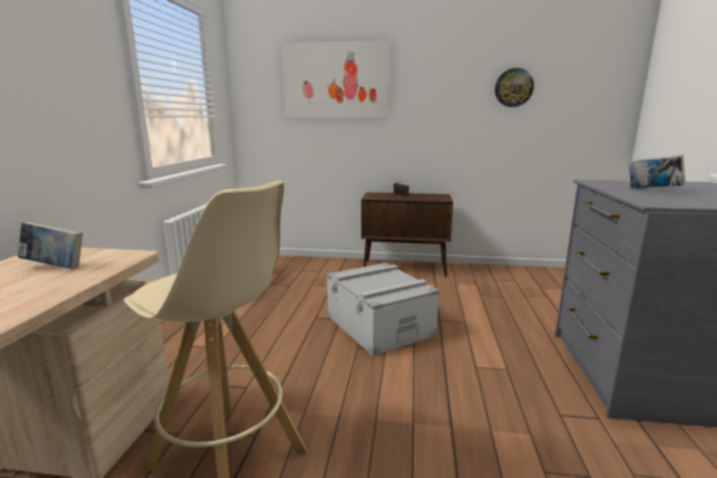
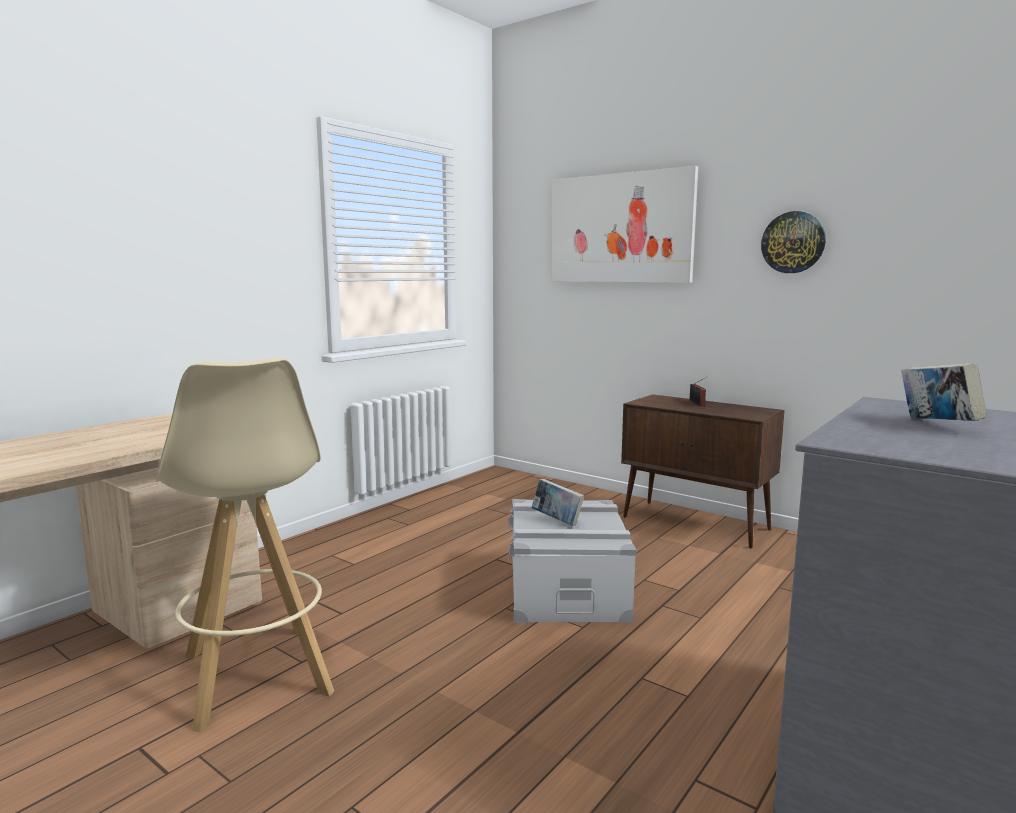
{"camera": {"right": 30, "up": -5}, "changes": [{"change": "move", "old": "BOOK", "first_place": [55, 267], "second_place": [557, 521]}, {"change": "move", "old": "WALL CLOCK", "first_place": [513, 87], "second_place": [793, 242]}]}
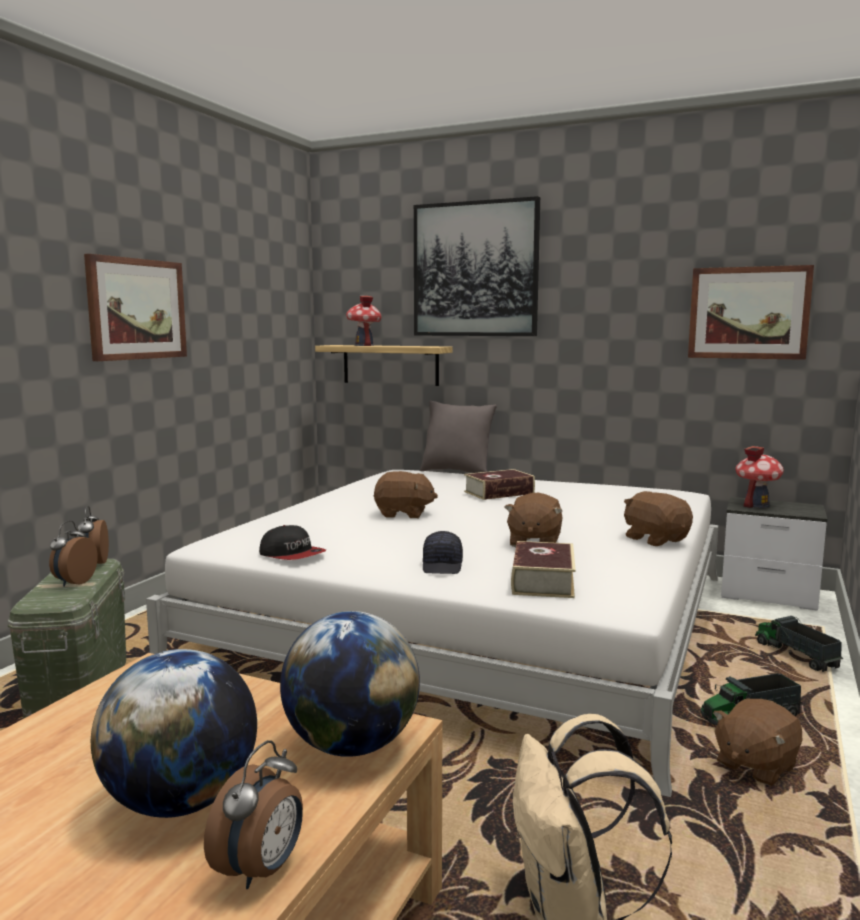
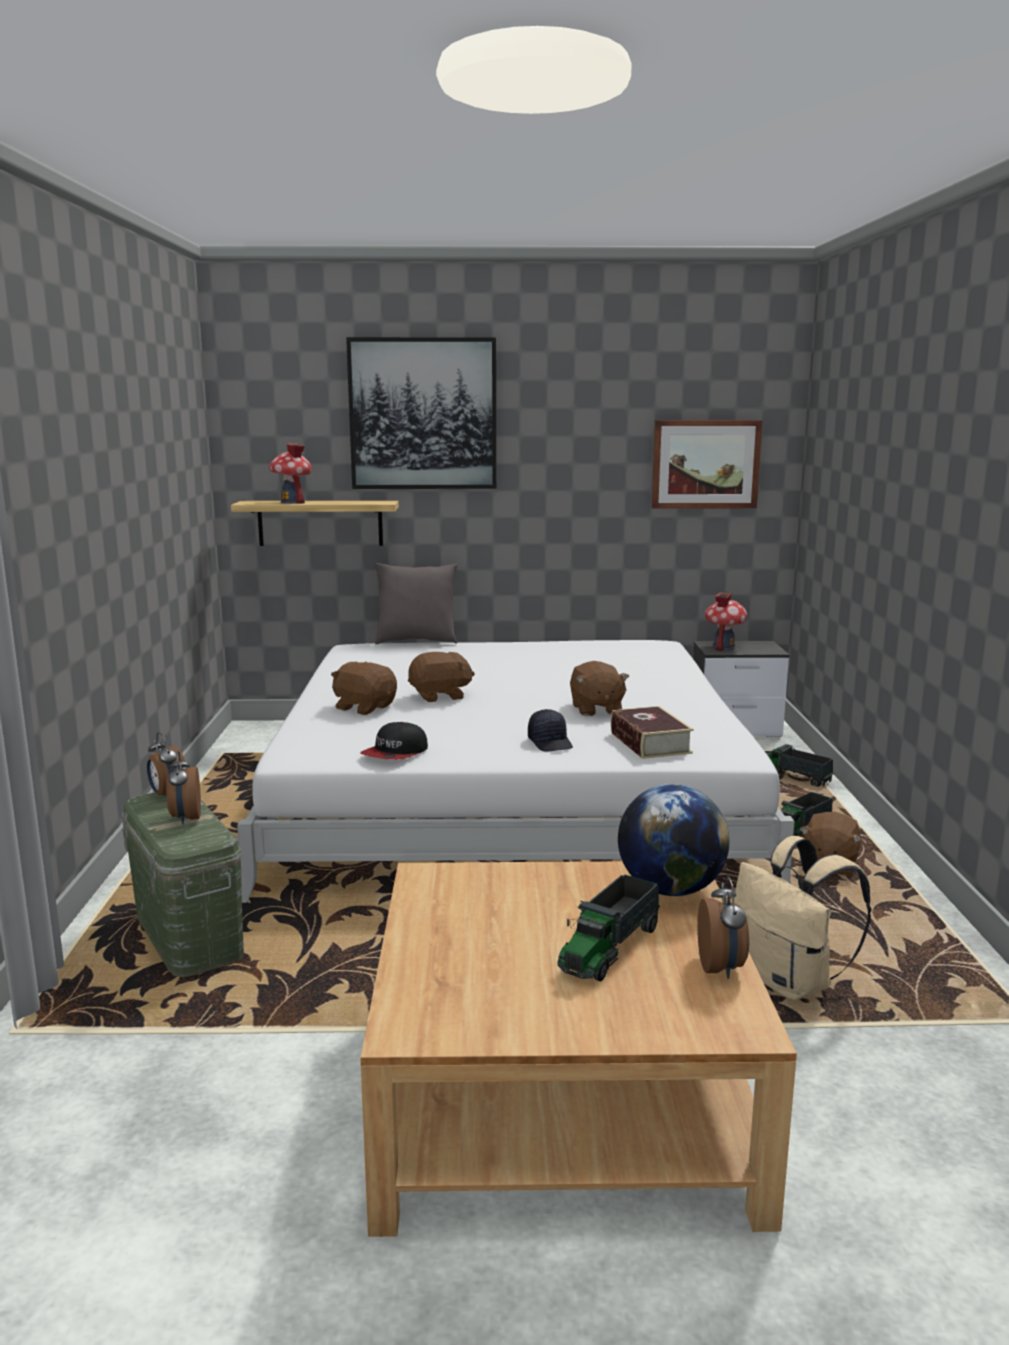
{"camera": {"right": -25, "up": 5}, "changes": [{"change": "move", "old": "BROWN PLUSH TOY", "first_place": [655, 539], "second_place": [364, 707]}, {"change": "rotate", "old": "CAP", "first_place": [292, 555], "second_place": [395, 753], "degrees": 105}, {"change": "replace", "old": "GLOBE", "new": "TOY TRUCK", "first_place": [181, 801], "second_place": [610, 949]}, {"change": "delete", "old": "PICTURE", "first_place": [136, 309]}, {"change": "delete", "old": "BOOK", "first_place": [499, 493]}]}
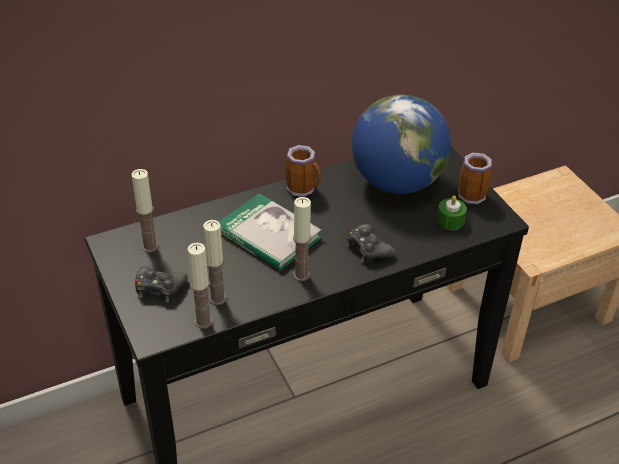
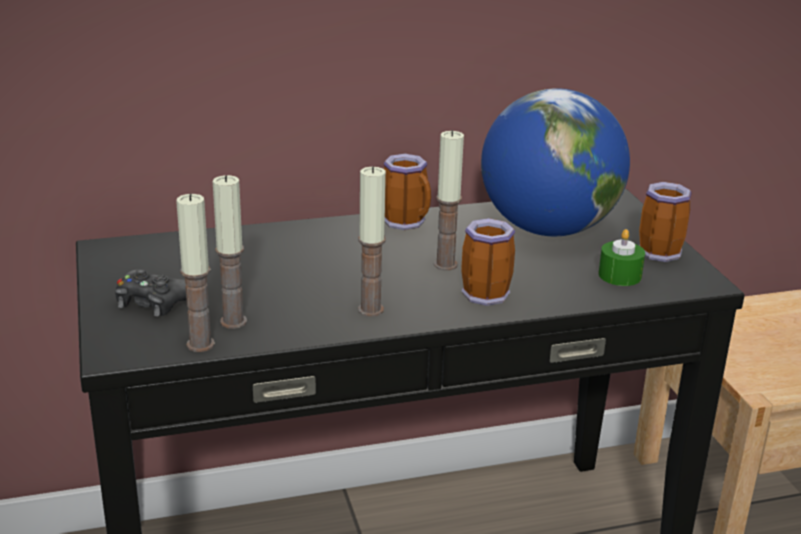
{"camera": {"right": 10, "up": -15}, "changes": [{"change": "move", "old": "CANDLE", "first_place": [150, 246], "second_place": [445, 265]}, {"change": "replace", "old": "BLACK GAME CONTROLLER", "new": "MUG", "first_place": [368, 249], "second_place": [483, 292]}, {"change": "delete", "old": "BOOK", "first_place": [268, 235]}]}
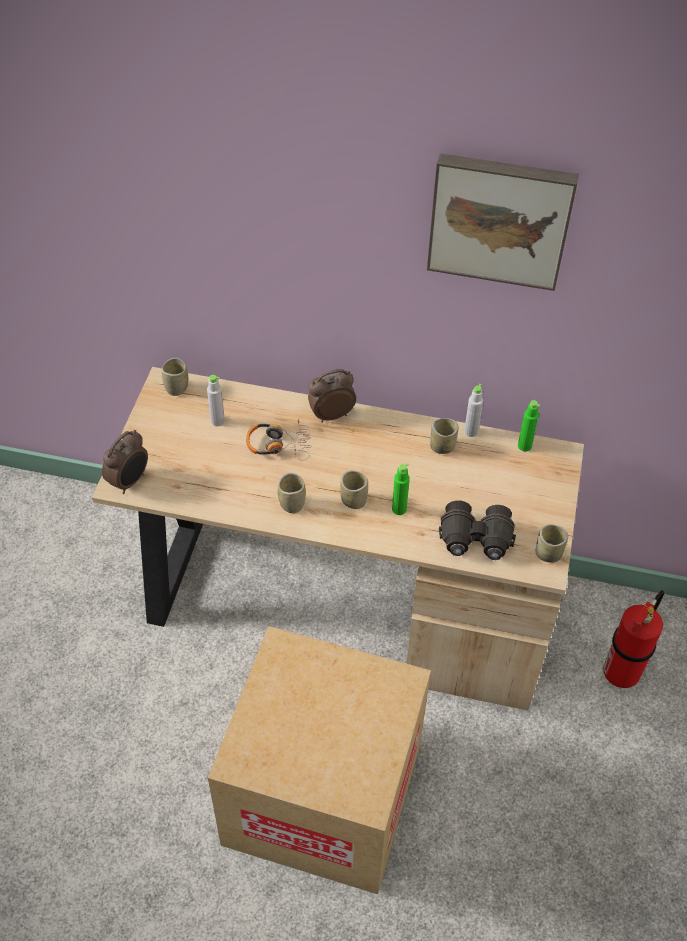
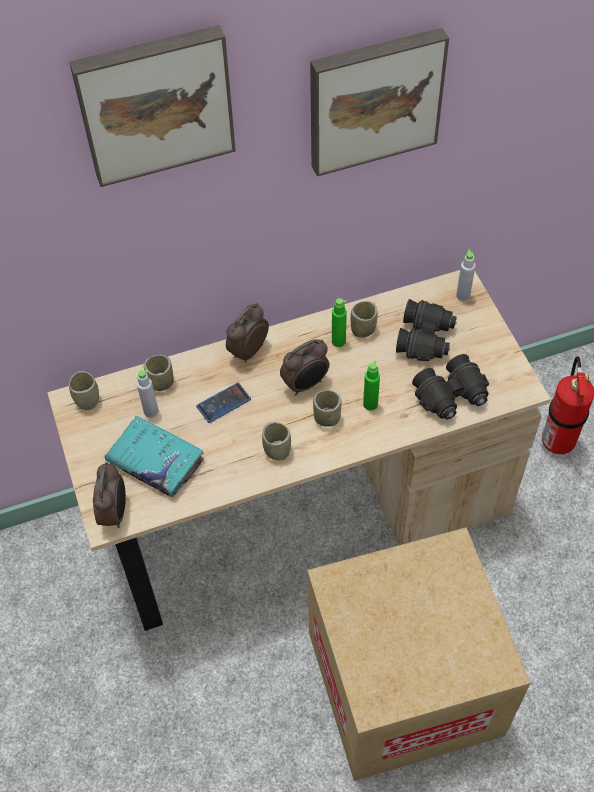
{"camera": {"right": -30, "up": 5}, "changes": [{"change": "insert", "new": "PICTURE", "second_place": [155, 103]}, {"change": "insert", "new": "TURQUOISE BOOK", "second_place": [155, 461]}, {"change": "move", "old": "CUP", "first_place": [548, 554], "second_place": [161, 382]}, {"change": "replace", "old": "HEADPHONES", "new": "PHONE", "first_place": [279, 444], "second_place": [223, 403]}, {"change": "insert", "new": "ALARM CLOCK", "second_place": [306, 384]}, {"change": "move", "old": "GREEN BOTTLE", "first_place": [524, 446], "second_place": [338, 341]}, {"change": "insert", "new": "BLACK BINOCULARS", "second_place": [425, 338]}, {"change": "move", "old": "GREY BOTTLE", "first_place": [471, 431], "second_place": [463, 296]}]}
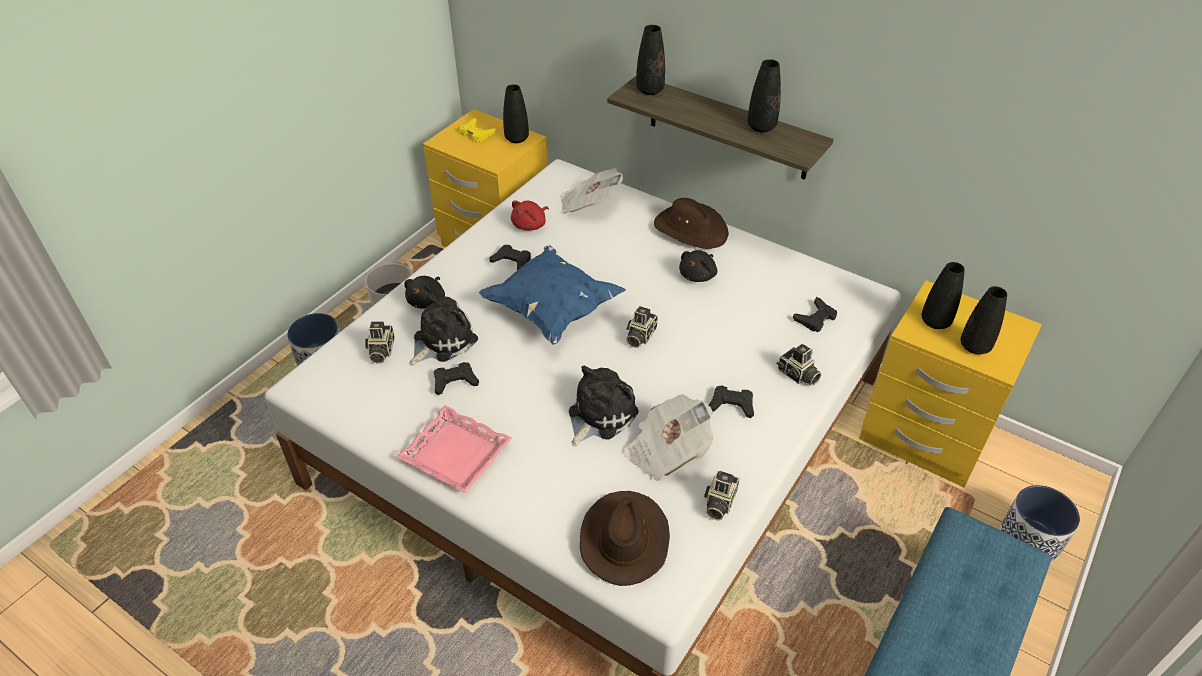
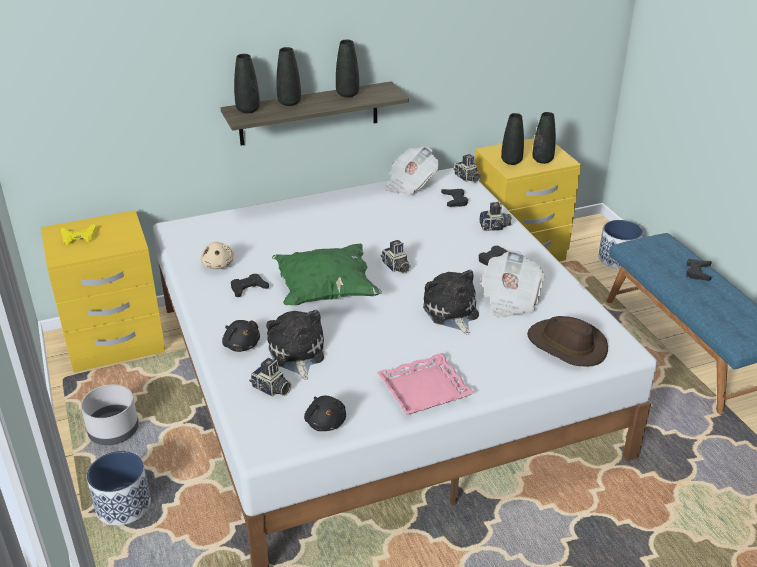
{"camera": {"right": -55, "up": -10}, "changes": [{"change": "recolor", "old": "RED PLUSH TOY", "new": "BEIGE PLUSH TOY", "first_place": [530, 225], "second_place": [218, 264]}, {"change": "recolor", "old": "BLUE PILLOW", "new": "GREEN PILLOW", "first_place": [552, 310], "second_place": [325, 291]}, {"change": "move", "old": "BLACK VASE", "first_place": [516, 139], "second_place": [289, 103]}, {"change": "move", "old": "BLACK PLUSH TOY", "first_place": [698, 275], "second_place": [325, 422]}, {"change": "move", "old": "NEWSPAPER", "first_place": [589, 205], "second_place": [409, 184]}, {"change": "move", "old": "PHOTO CAMERA", "first_place": [718, 502], "second_place": [467, 178]}, {"change": "move", "old": "BLACK GAME CONTROLLER", "first_place": [455, 381], "second_place": [698, 272]}, {"change": "delete", "old": "BROWN HAT", "first_place": [691, 229]}]}
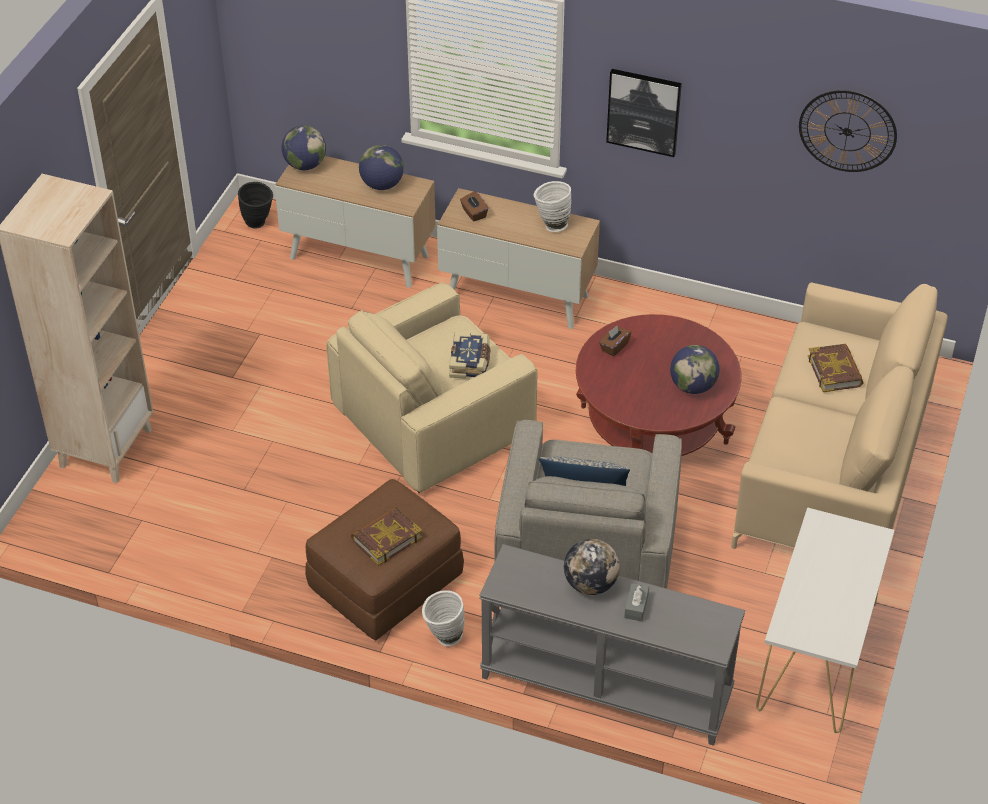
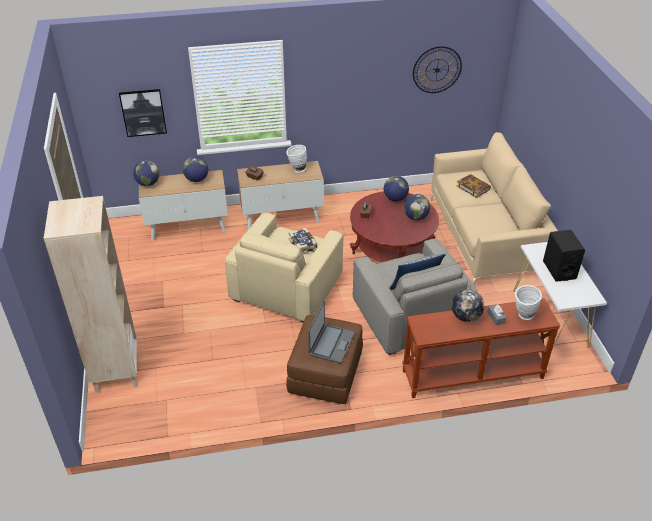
{"camera": {"right": -30, "up": -5}, "changes": [{"change": "move", "old": "PICTURE", "first_place": [644, 111], "second_place": [143, 112]}, {"change": "replace", "old": "BOOK", "new": "LAPTOP", "first_place": [386, 538], "second_place": [331, 344]}, {"change": "insert", "new": "GLOBE", "second_place": [395, 199]}, {"change": "recolor", "old": "GREY CONSOLE TABLE", "new": "BROWN CONSOLE TABLE", "first_place": [604, 687], "second_place": [472, 375]}, {"change": "move", "old": "WHITE VASE", "first_place": [443, 637], "second_place": [523, 316]}, {"change": "insert", "new": "BLACK SPEAKER", "second_place": [559, 270]}, {"change": "delete", "old": "BLACK VASE", "first_place": [258, 224]}]}
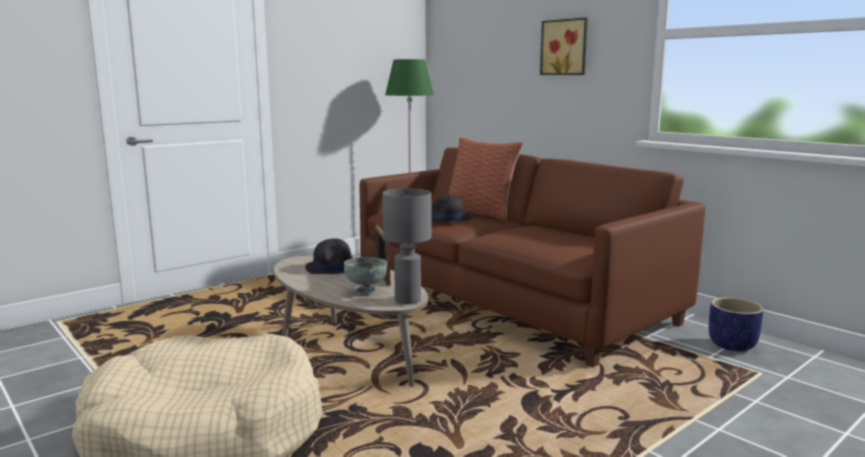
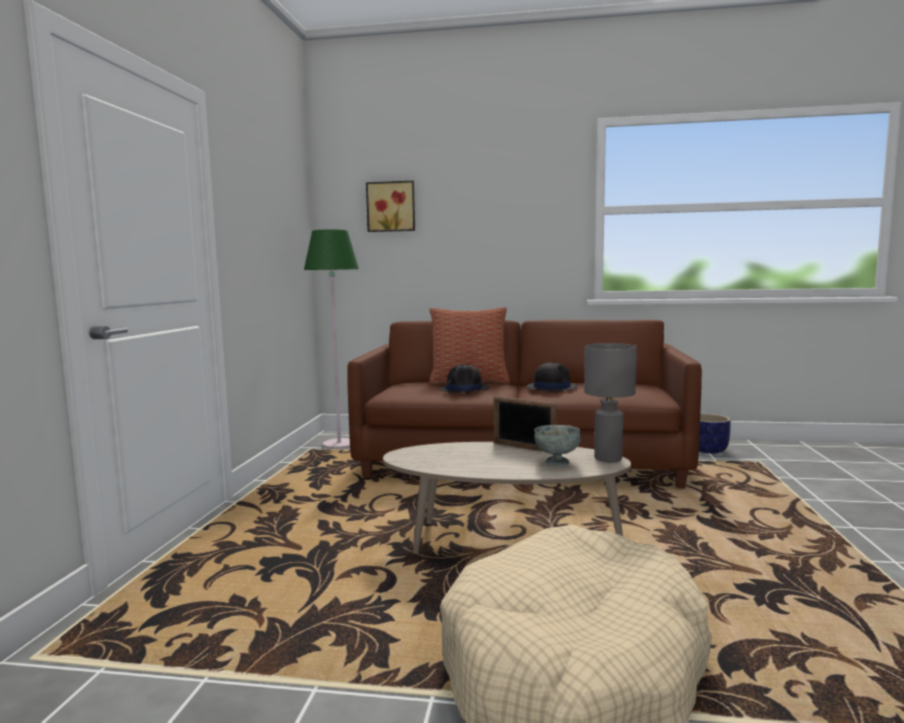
{"camera": {"right": -40, "up": -5}, "changes": [{"change": "move", "old": "PICTURE", "first_place": [565, 47], "second_place": [391, 207]}, {"change": "move", "old": "BLACK HAT", "first_place": [334, 267], "second_place": [551, 387]}]}
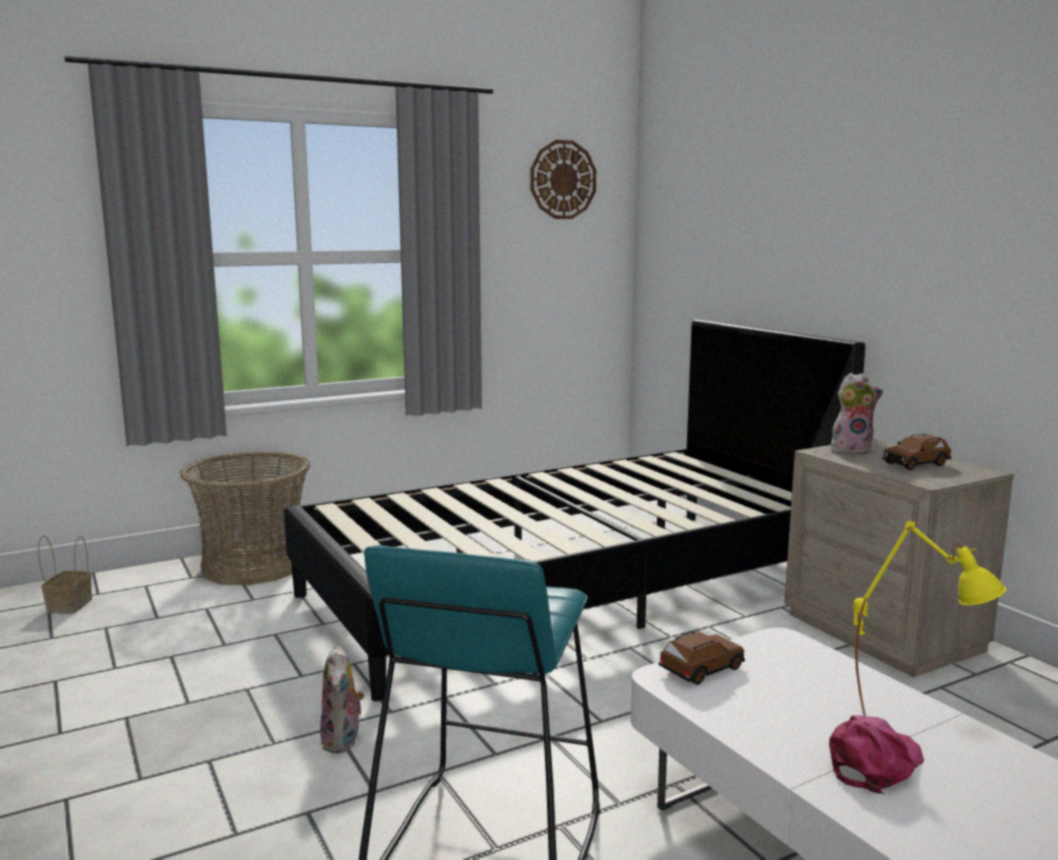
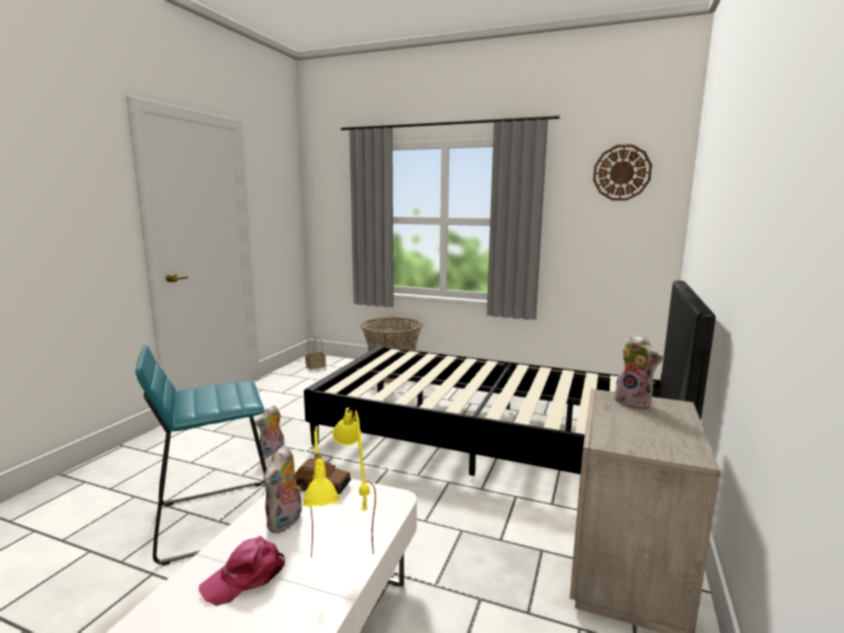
{"camera": {"right": 50, "up": 0}, "changes": [{"change": "rotate", "old": "PINK CAP", "first_place": [874, 764], "second_place": [246, 577], "degrees": 135}, {"change": "insert", "new": "PLUSH TOY", "second_place": [285, 522]}, {"change": "insert", "new": "YELLOW TABLE LAMP", "second_place": [355, 536]}, {"change": "delete", "old": "BROWN TOY CAR", "first_place": [916, 464]}]}
